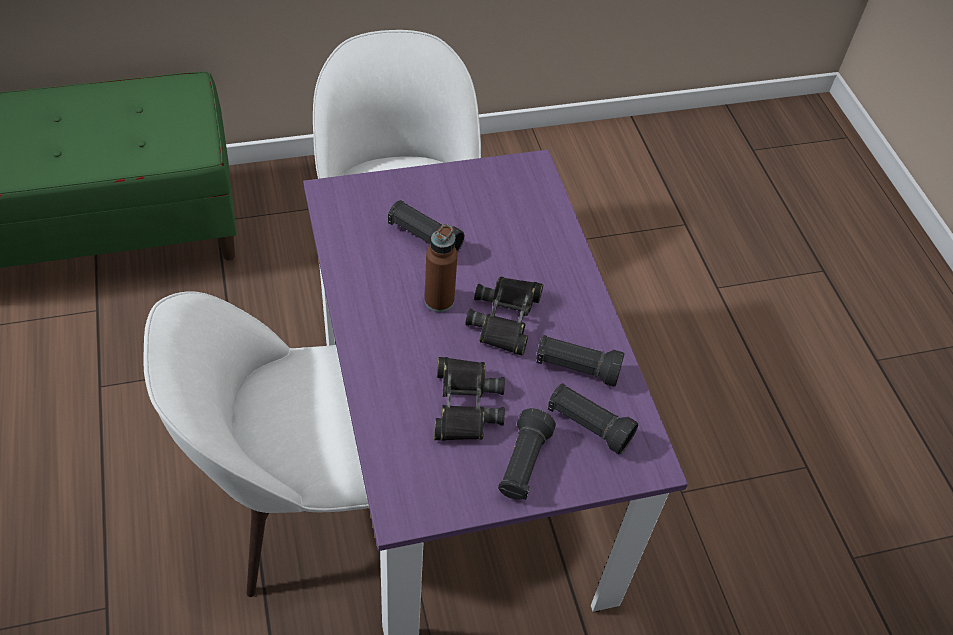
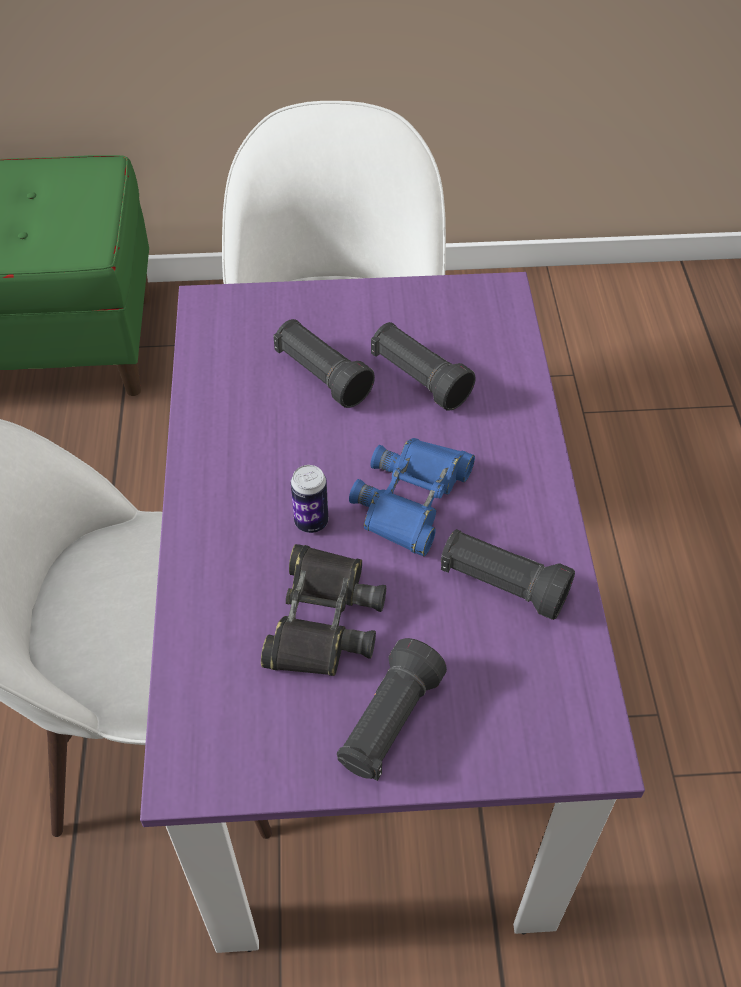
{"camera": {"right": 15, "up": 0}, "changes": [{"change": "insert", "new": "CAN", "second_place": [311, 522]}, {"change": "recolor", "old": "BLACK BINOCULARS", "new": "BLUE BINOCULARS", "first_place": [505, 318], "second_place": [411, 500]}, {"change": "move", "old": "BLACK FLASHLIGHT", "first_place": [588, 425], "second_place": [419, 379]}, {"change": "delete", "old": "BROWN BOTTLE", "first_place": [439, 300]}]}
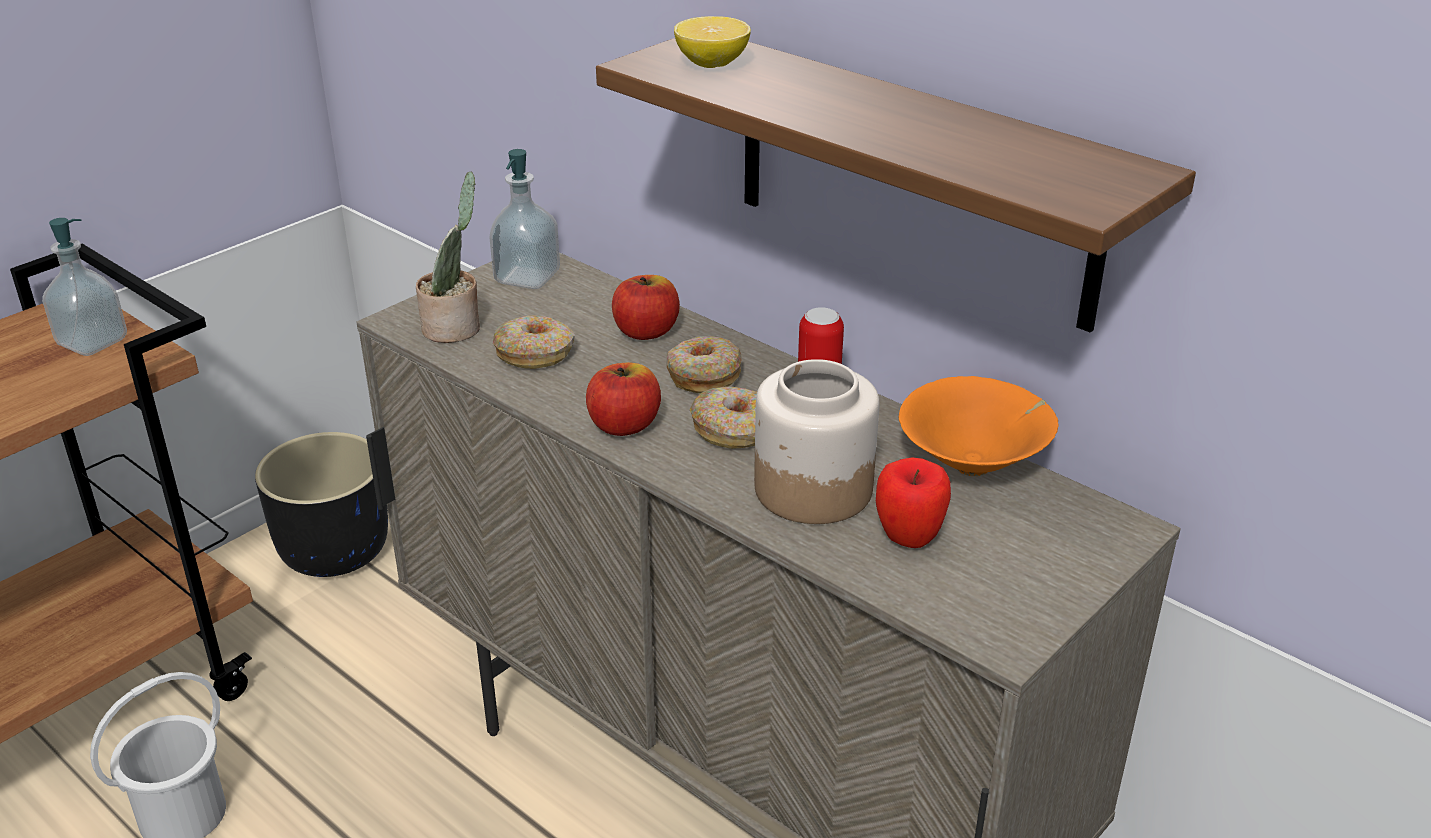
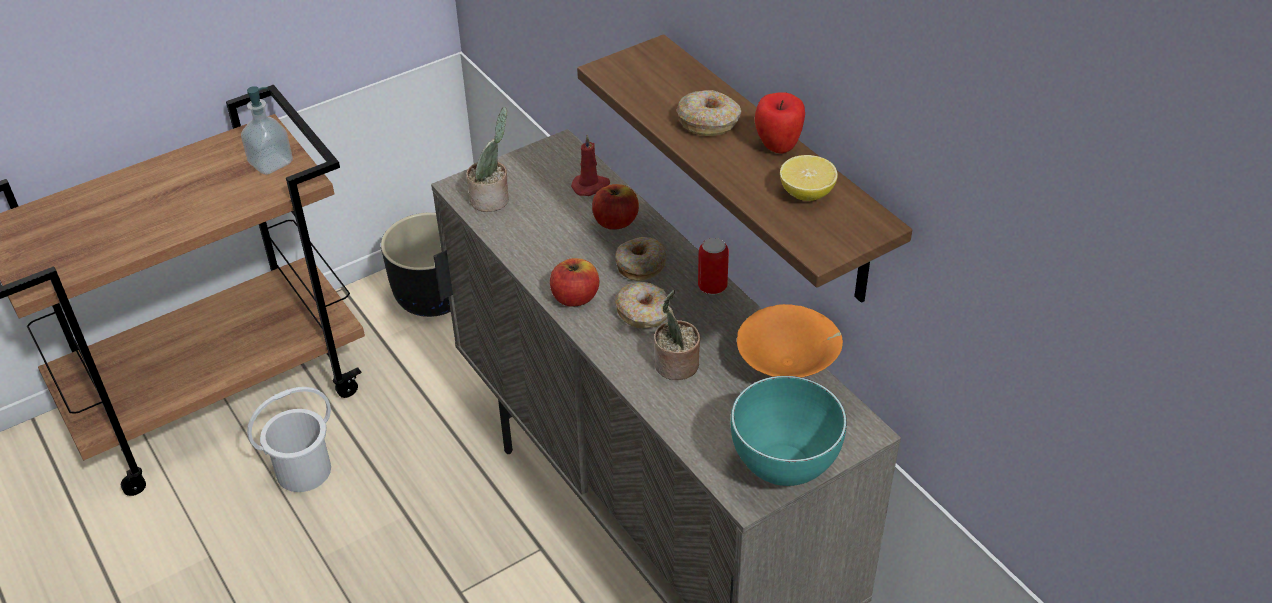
{"camera": {"right": 15, "up": 10}, "changes": [{"change": "insert", "new": "RED CANDLE", "second_place": [591, 186]}, {"change": "replace", "old": "JAR", "new": "POTTED PLANT", "first_place": [812, 488], "second_place": [675, 366]}, {"change": "move", "old": "DONUT", "first_place": [535, 353], "second_place": [709, 121]}, {"change": "insert", "new": "TURQUOISE BOWL", "second_place": [782, 469]}, {"change": "move", "old": "APPLE", "first_place": [908, 540], "second_place": [778, 148]}, {"change": "move", "old": "LEMON", "first_place": [712, 64], "second_place": [806, 194]}, {"change": "delete", "old": "SOAP DISPENSER", "first_place": [527, 277]}]}
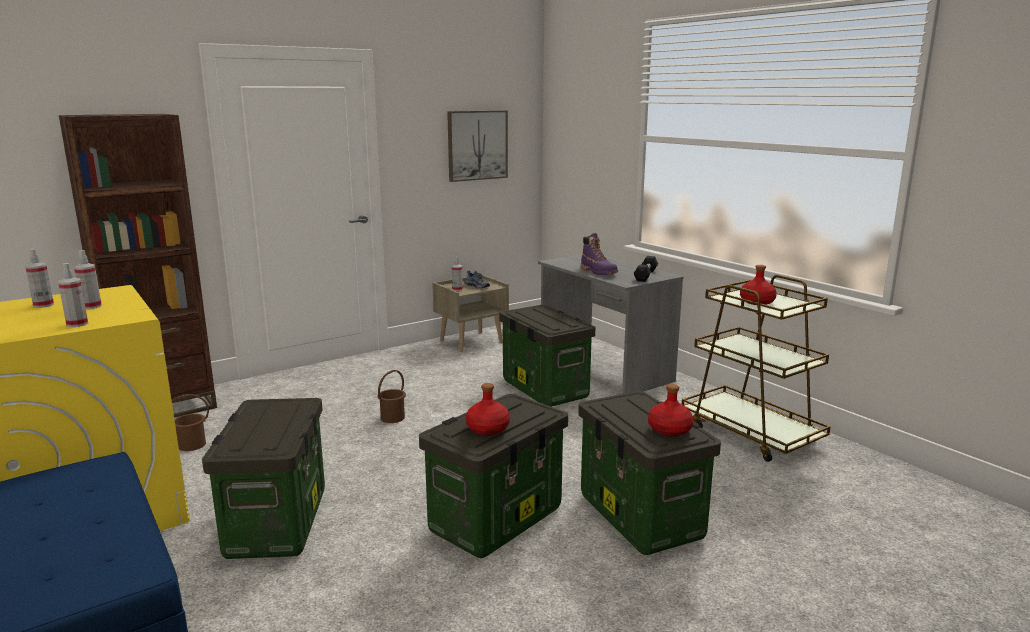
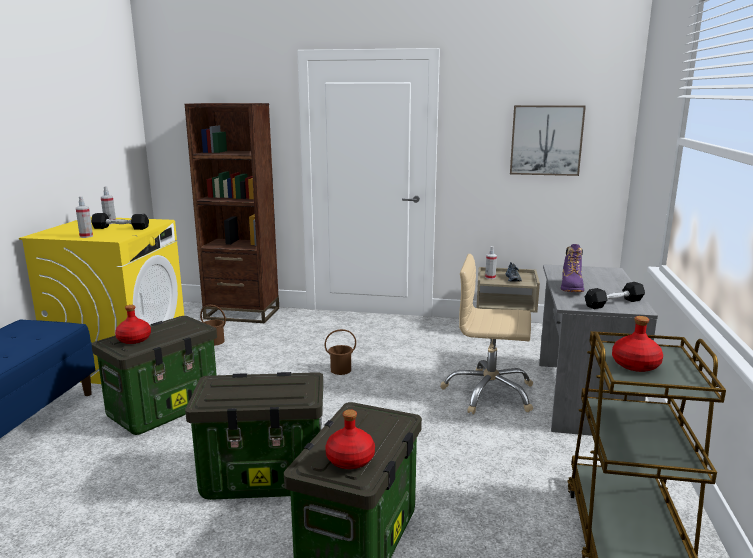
{"camera": {"right": 45, "up": 0}, "changes": [{"change": "replace", "old": "SPRAY BOTTLE", "new": "BLACK DUMBBELL", "first_place": [91, 306], "second_place": [120, 228]}, {"change": "move", "old": "RED BOTTLE", "first_place": [487, 428], "second_place": [134, 339]}, {"change": "replace", "old": "STORAGE BOX", "new": "BEIGE OFFICE CHAIR", "first_place": [543, 389], "second_place": [489, 393]}]}
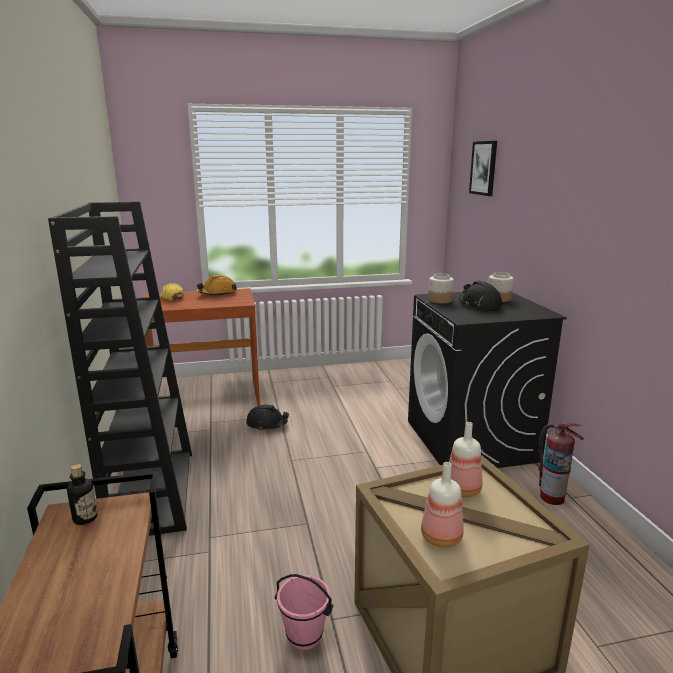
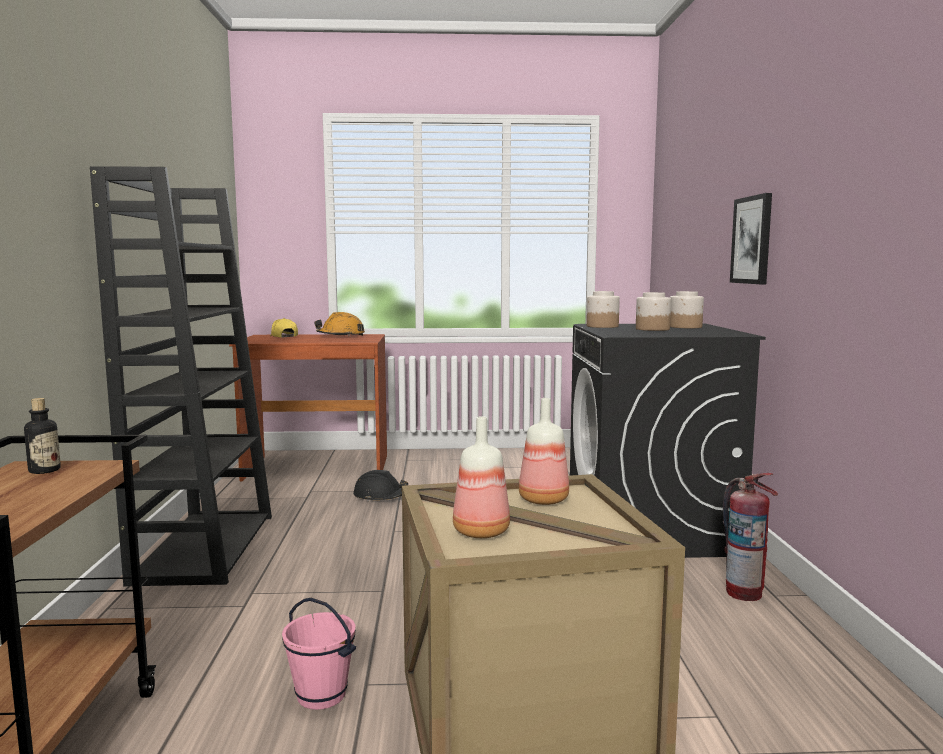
{"camera": {"right": 10, "up": -10}, "changes": [{"change": "replace", "old": "BLACK HARD HAT", "new": "JAR", "first_place": [479, 305], "second_place": [652, 329]}, {"change": "move", "old": "PICTURE", "first_place": [484, 168], "second_place": [752, 240]}]}
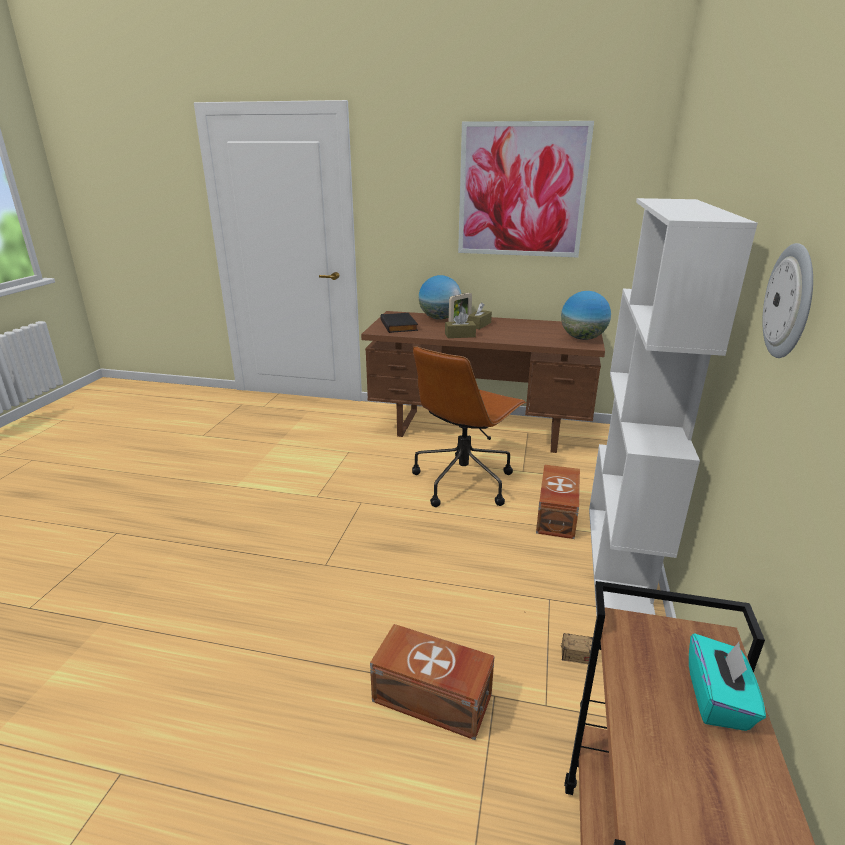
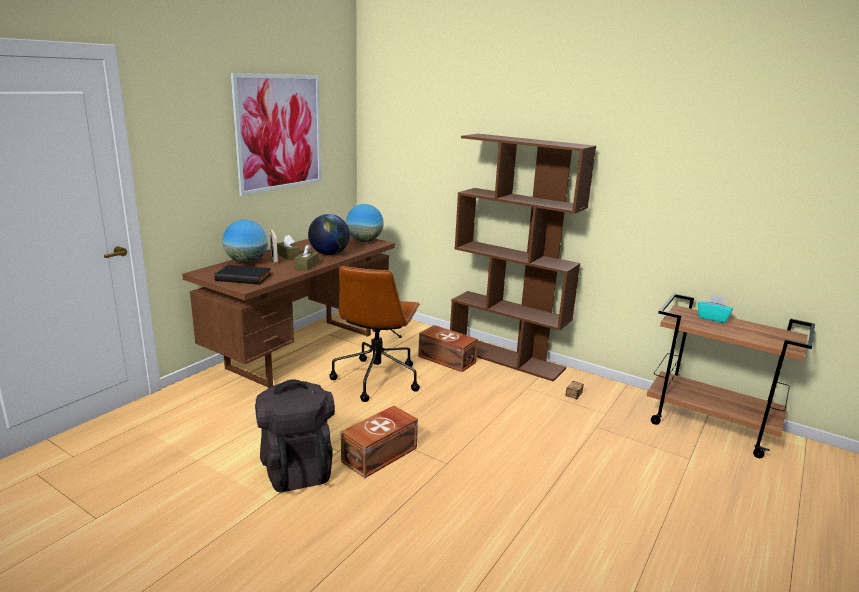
{"camera": {"right": -70, "up": -5}, "changes": [{"change": "insert", "new": "BLACK BACKPACK", "second_place": [296, 467]}, {"change": "insert", "new": "GLOBE", "second_place": [329, 254]}, {"change": "rotate", "old": "BROWN OFFICE CHAIR", "first_place": [463, 481], "second_place": [377, 378], "degrees": 45}, {"change": "move", "old": "BROWN STORAGE BOX", "first_place": [433, 699], "second_place": [381, 455]}, {"change": "recolor", "old": "WHITE BOOKCASE", "new": "BROWN BOOKCASE", "first_place": [619, 563], "second_place": [506, 358]}, {"change": "delete", "old": "WALL CLOCK", "first_place": [790, 302]}]}
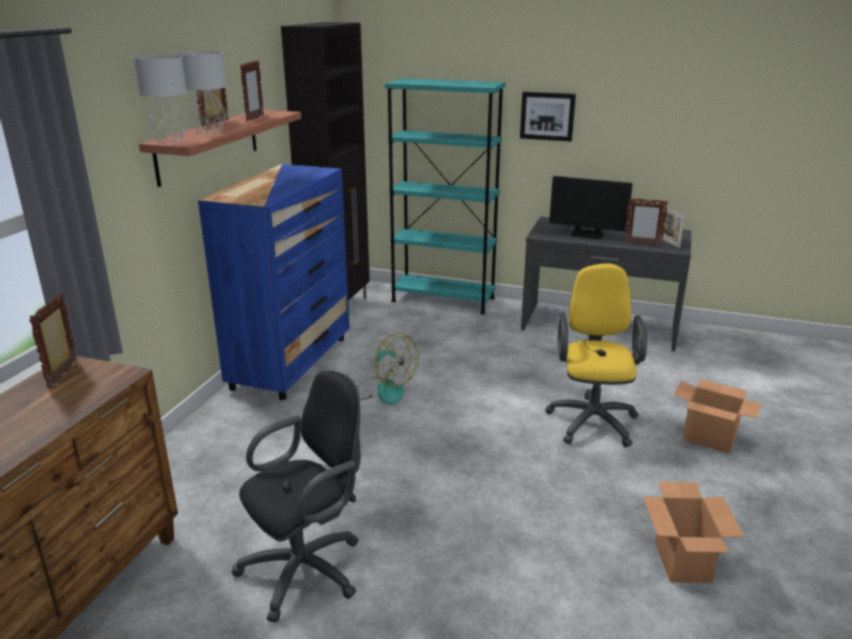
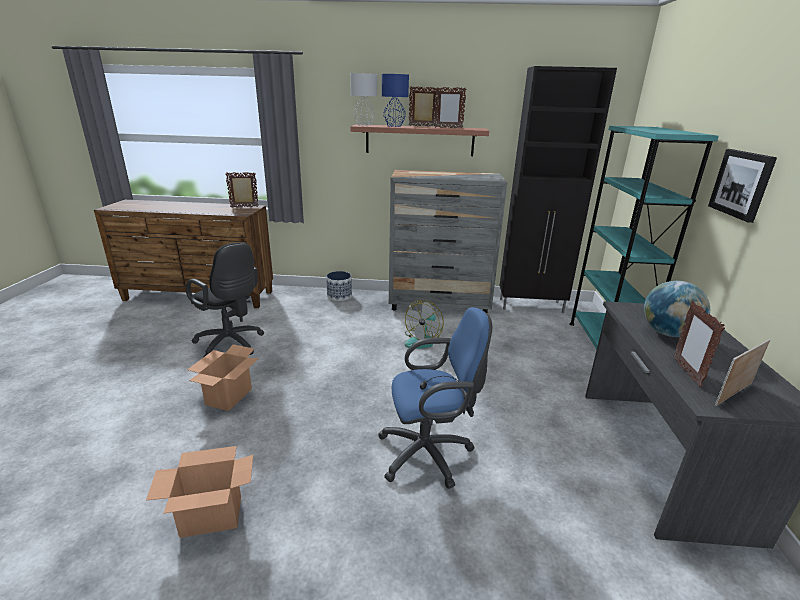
{"camera": {"right": 75, "up": 0}, "changes": [{"change": "move", "old": "CARDBOARD BOX", "first_place": [709, 438], "second_place": [229, 397]}, {"change": "insert", "new": "PLANTER", "second_place": [339, 296]}, {"change": "recolor", "old": "YELLOW OFFICE CHAIR", "new": "BLUE OFFICE CHAIR", "first_place": [592, 419], "second_place": [430, 453]}, {"change": "recolor", "old": "GREY TABLE LAMP", "new": "BLUE TABLE LAMP", "first_place": [210, 132], "second_place": [394, 126]}, {"change": "recolor", "old": "BLUE DRESSER", "new": "GREY DRESSER", "first_place": [292, 362], "second_place": [439, 304]}, {"change": "replace", "old": "MONITOR", "new": "GLOBE", "first_place": [587, 234], "second_place": [668, 333]}]}
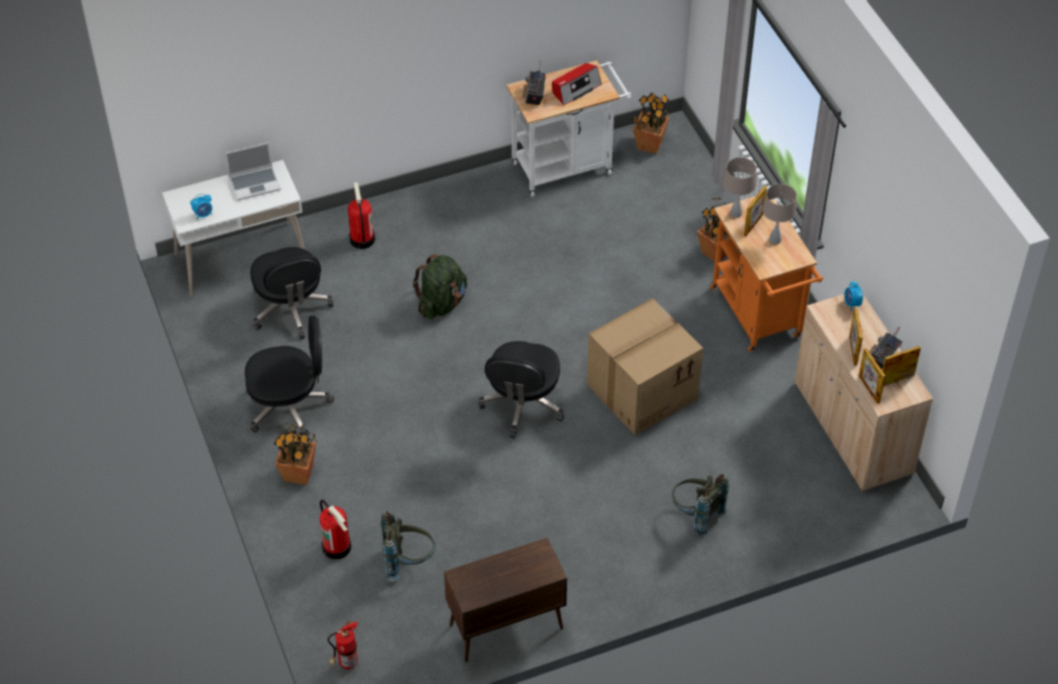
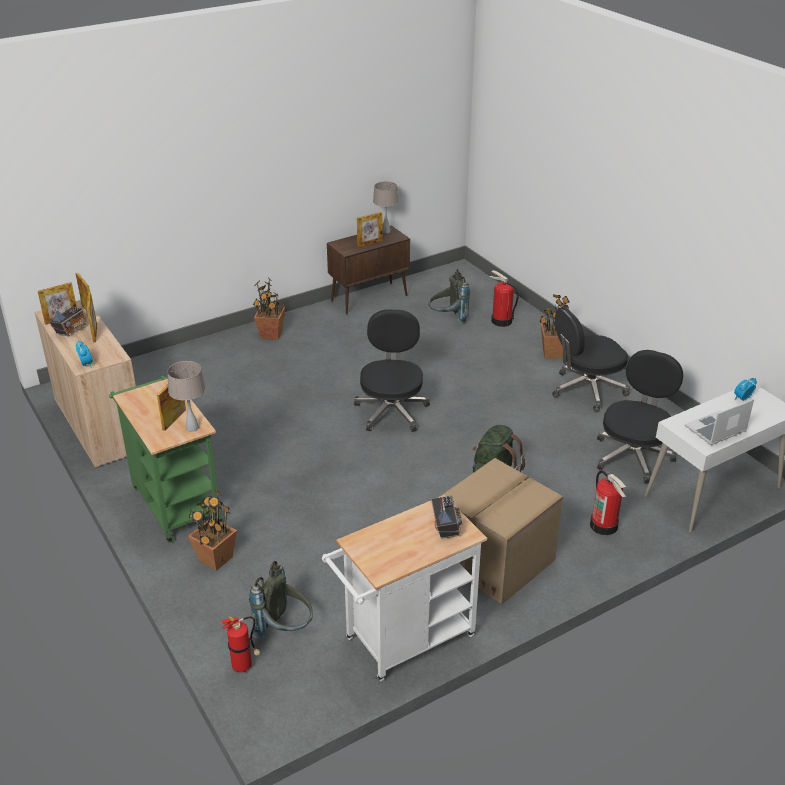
{"camera": {"right": 170, "up": -15}, "changes": [{"change": "recolor", "old": "ORANGE CART", "new": "GREEN CART", "first_place": [759, 317], "second_place": [174, 502]}, {"change": "move", "old": "FIRE EXTINGUISHER", "first_place": [346, 663], "second_place": [244, 666]}, {"change": "move", "old": "GREY BACKPACK", "first_place": [696, 515], "second_place": [285, 630]}, {"change": "move", "old": "POTTED PLANT", "first_place": [649, 144], "second_place": [271, 334]}, {"change": "insert", "new": "PICTURE FRAME", "second_place": [370, 243]}, {"change": "move", "old": "BEIGE TABLE LAMP", "first_place": [774, 240], "second_place": [386, 231]}, {"change": "move", "old": "CARDBOARD BOX", "first_place": [642, 390], "second_place": [495, 562]}, {"change": "rotate", "old": "BLACK OFFICE CHAIR", "first_place": [291, 309], "second_place": [633, 456], "degrees": 60}, {"change": "delete", "old": "RADIO", "first_place": [575, 89]}]}
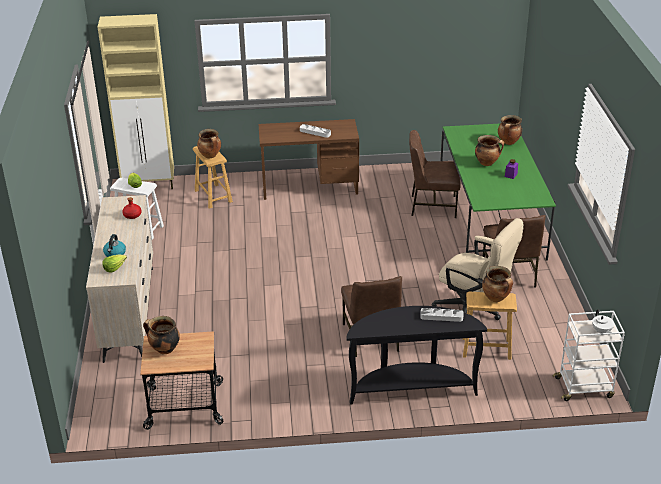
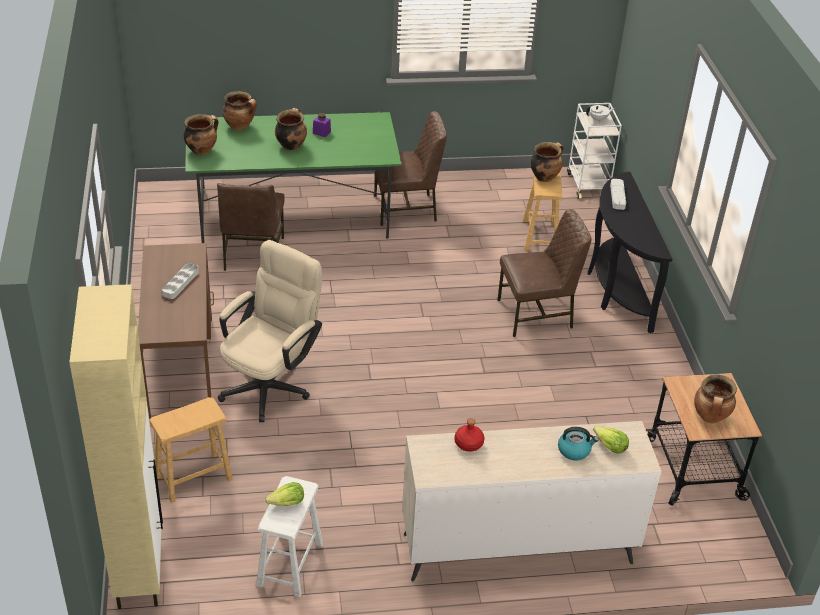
{"camera": {"right": -95, "up": 5}, "changes": [{"change": "move", "old": "COOKING POT", "first_place": [210, 156], "second_place": [202, 150]}, {"change": "move", "old": "BEIGE OFFICE CHAIR", "first_place": [473, 310], "second_place": [271, 384]}]}
